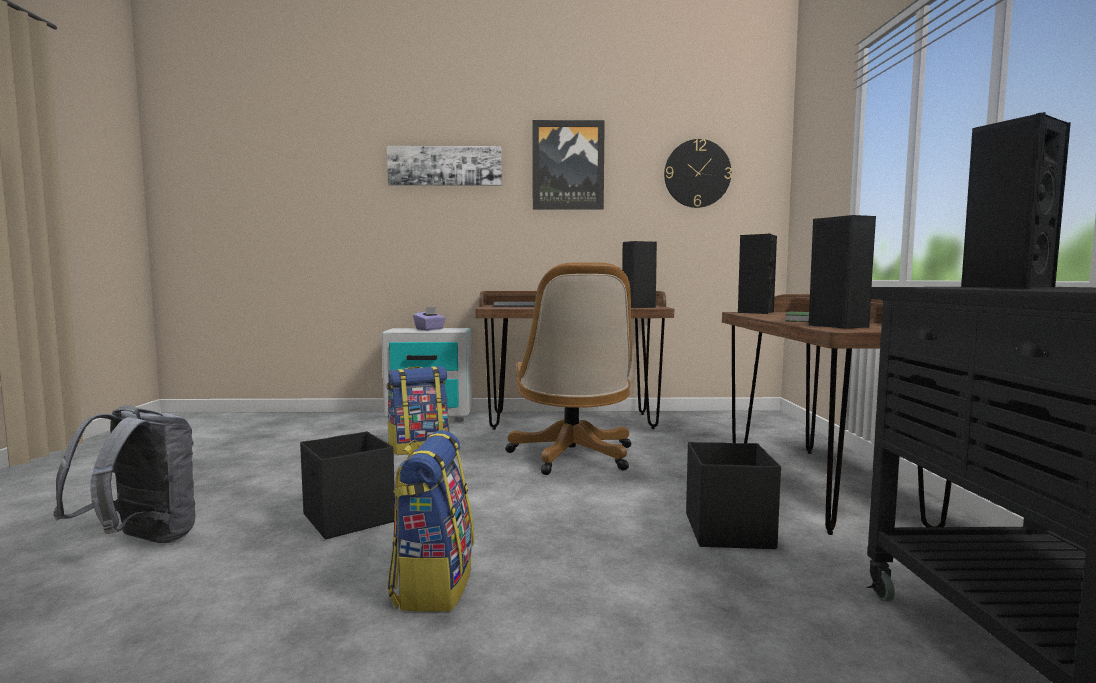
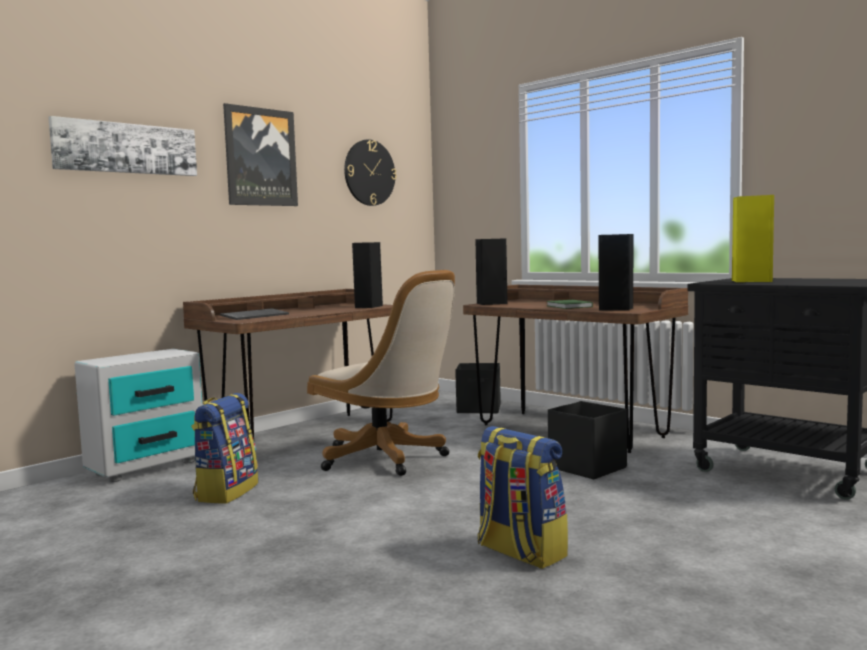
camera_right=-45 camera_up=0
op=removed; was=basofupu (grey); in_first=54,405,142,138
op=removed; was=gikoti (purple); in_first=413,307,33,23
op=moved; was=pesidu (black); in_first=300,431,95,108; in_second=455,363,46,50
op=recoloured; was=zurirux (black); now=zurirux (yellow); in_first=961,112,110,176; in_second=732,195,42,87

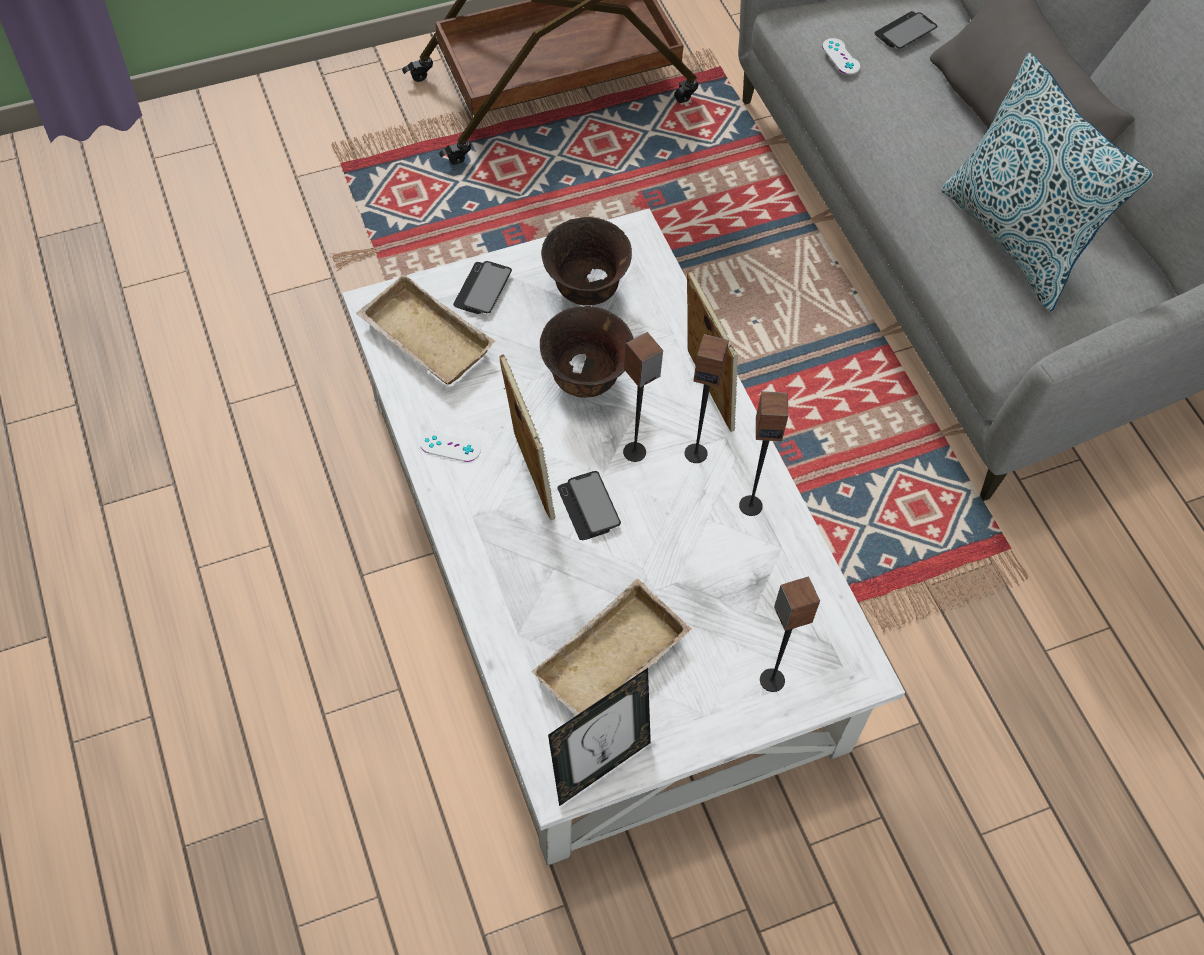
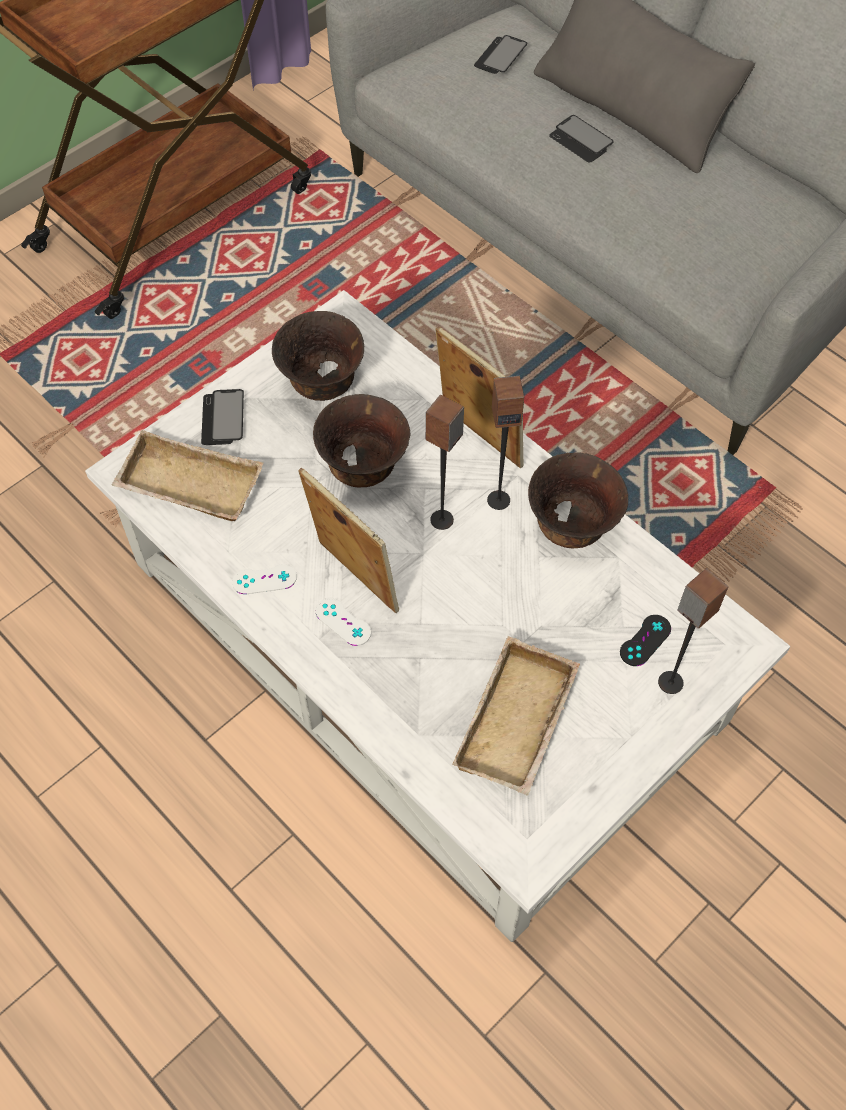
camera_right=-20 camera_up=0
op=removed; was=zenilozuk; in_first=548,668,103,138
op=removed; was=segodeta; in_first=941,53,213,258
op=added; now=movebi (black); in_second=620,615,51,51
op=moved; was=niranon; in_first=557,471,64,69; in_second=549,115,65,47
op=moved; was=movebi (white); in_first=822,38,38,37; in_second=316,598,55,48
op=replaced; was=zurirux; now=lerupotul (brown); in_first=739,391,49,125; in_second=528,452,100,97

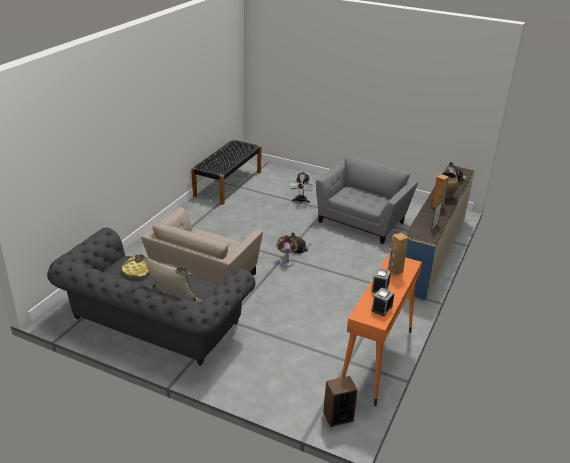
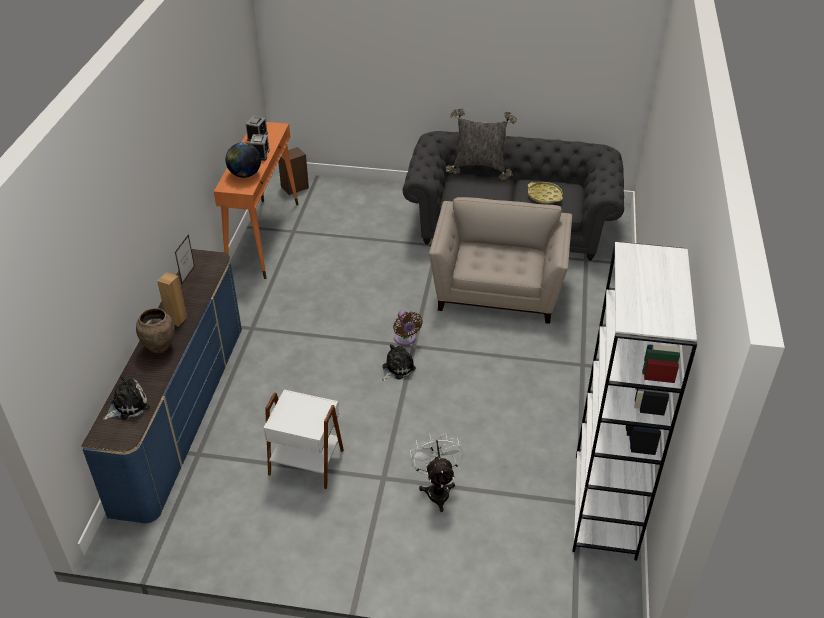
camera_right=165 camera_up=10
op=replaced; was=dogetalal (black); now=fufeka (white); in_first=191,139,71,66; in_second=572,241,125,320
op=replaced; was=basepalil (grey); now=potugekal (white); in_first=316,157,102,87; in_second=263,390,81,99
op=replaced; was=zurirux (brown); now=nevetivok; in_first=388,233,20,42; in_second=226,142,35,36

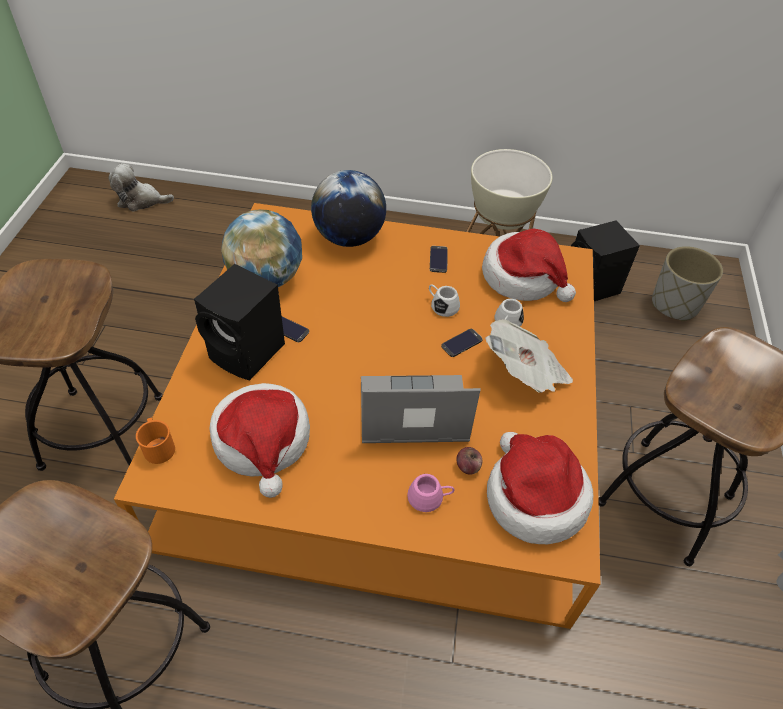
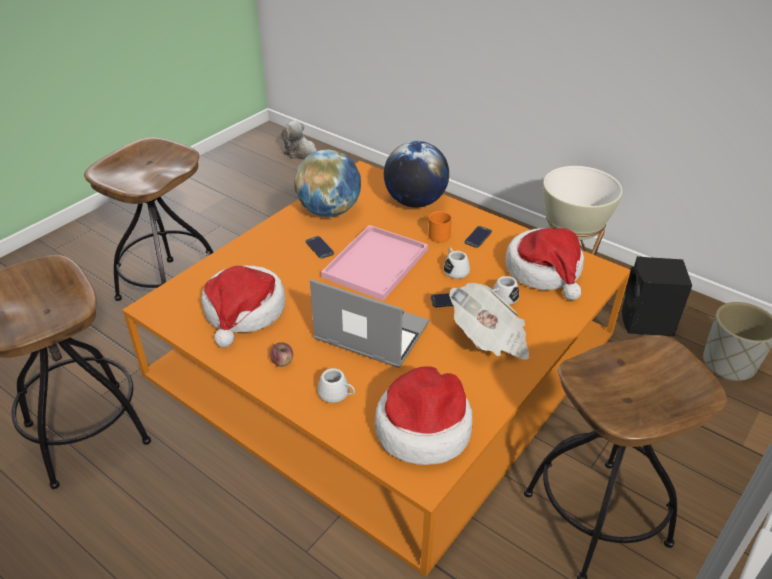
camera_right=30 camera_up=-10
op=removed; was=zurirux (black); in_first=194,264,91,116
op=added; now=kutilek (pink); in_second=321,225,107,76
op=moved; was=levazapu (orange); in_first=136,417,39,47; in_second=428,211,24,32
op=moved; was=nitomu; in_first=456,447,26,28; in_second=270,342,23,25
op=recoloured; was=levazapu (pink); now=levazapu (white); in_first=407,474,48,38; in_second=317,368,38,35

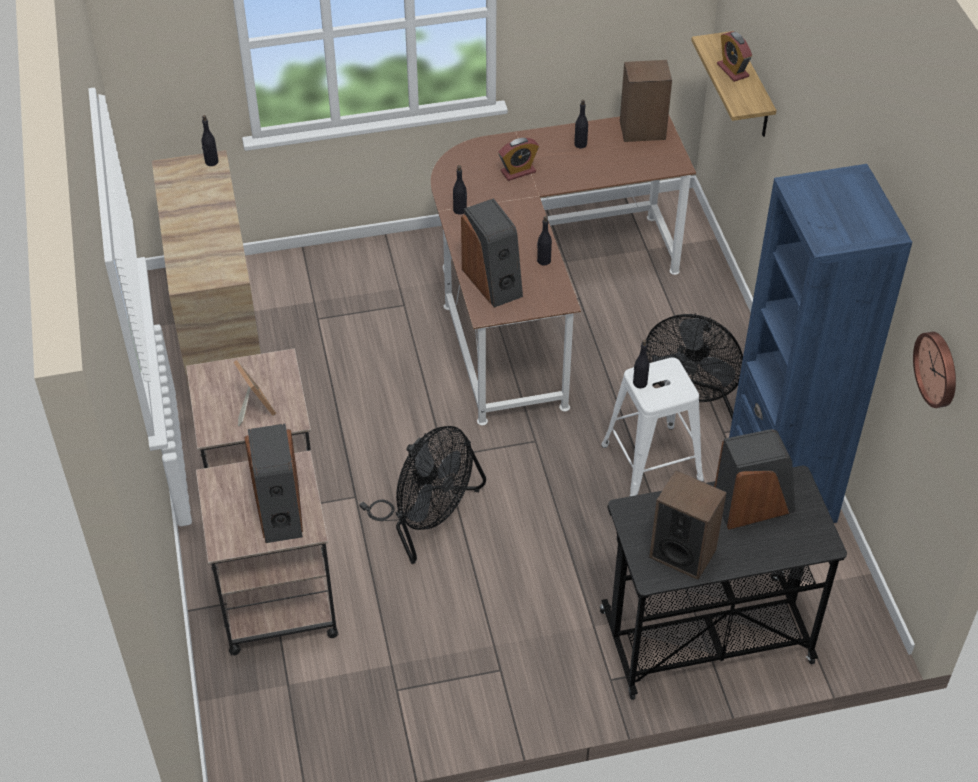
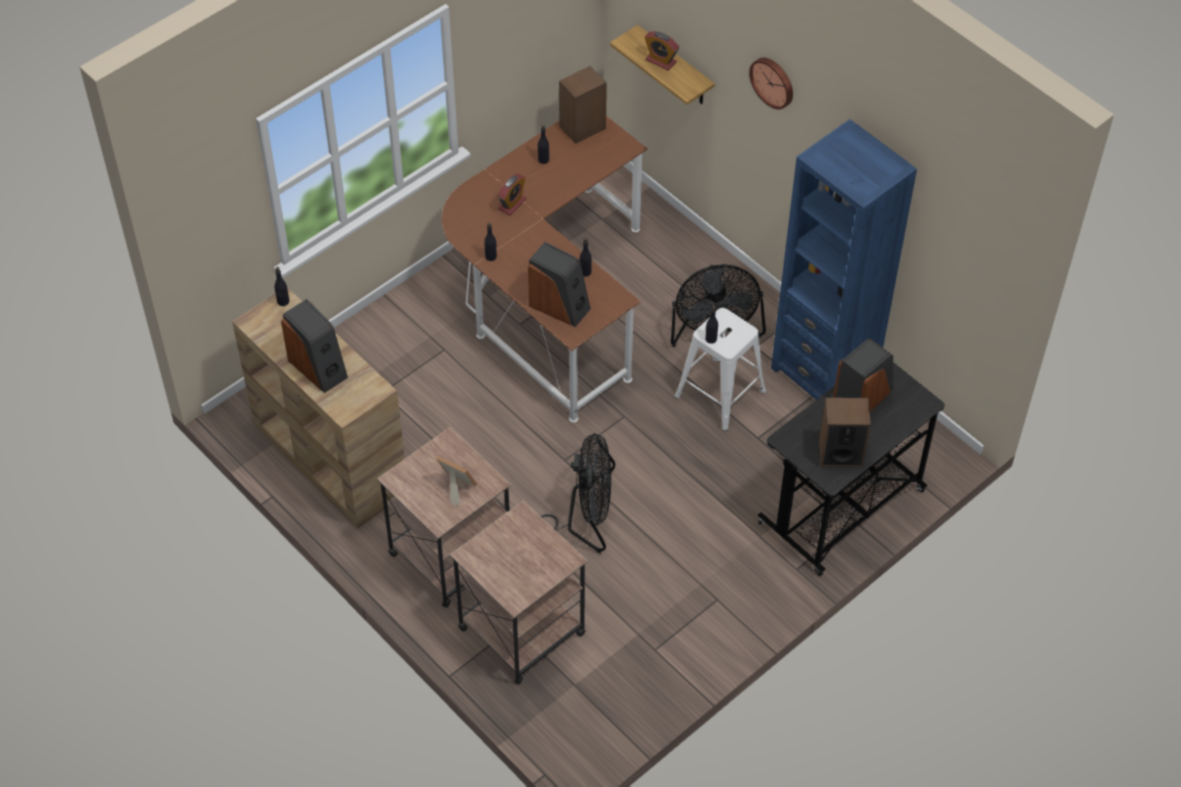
camera_right=-30 camera_up=5
op=moved; was=zurirux; in_first=244,424,59,119; in_second=281,299,67,94
op=moved; was=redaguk; in_first=913,332,43,76; in_second=749,58,44,51

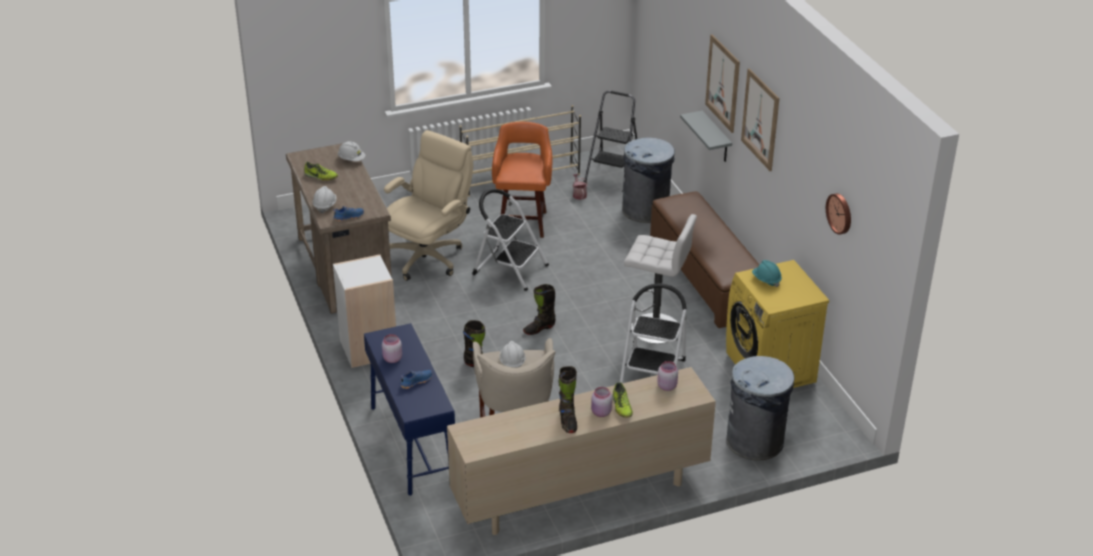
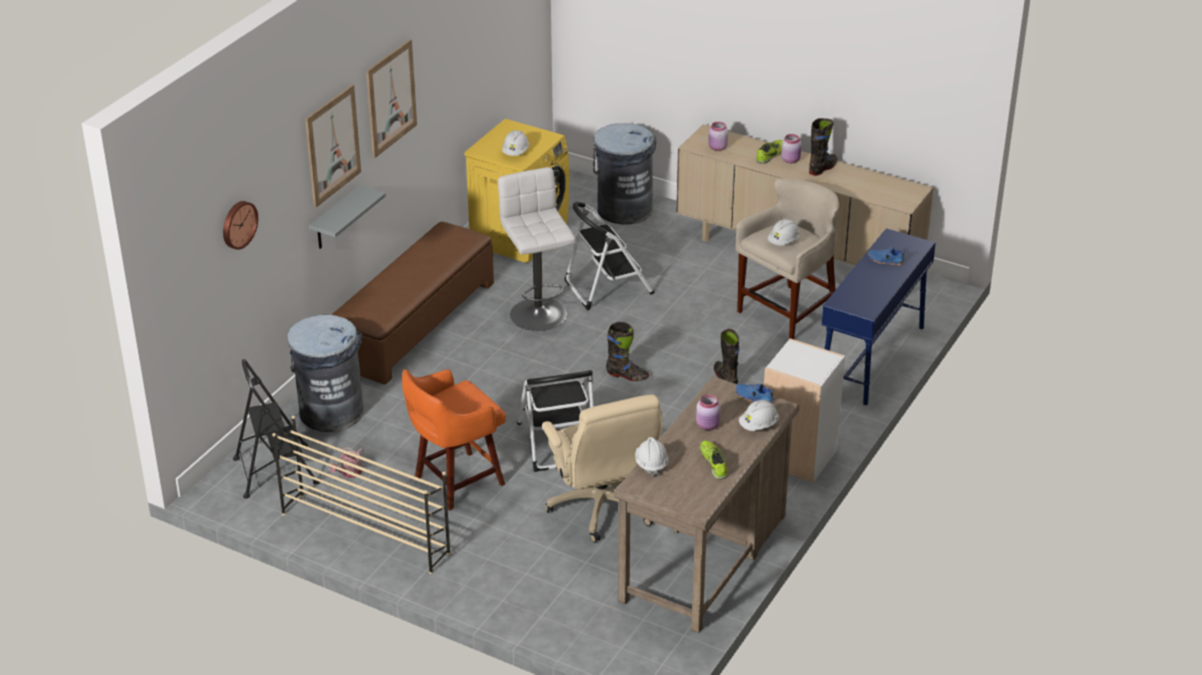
camera_right=-130 camera_up=0
op=moved; was=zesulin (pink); in_first=382,334,20,29; in_second=696,395,25,35
op=moved; was=redaguk; in_first=826,193,25,42; in_second=223,201,35,49
op=recoloured; was=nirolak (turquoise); now=nirolak (white); in_first=752,260,30,27; in_second=502,130,27,26
op=turned; was=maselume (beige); in_first=384,130,89,151; in_second=542,395,121,148; clockwise=-105

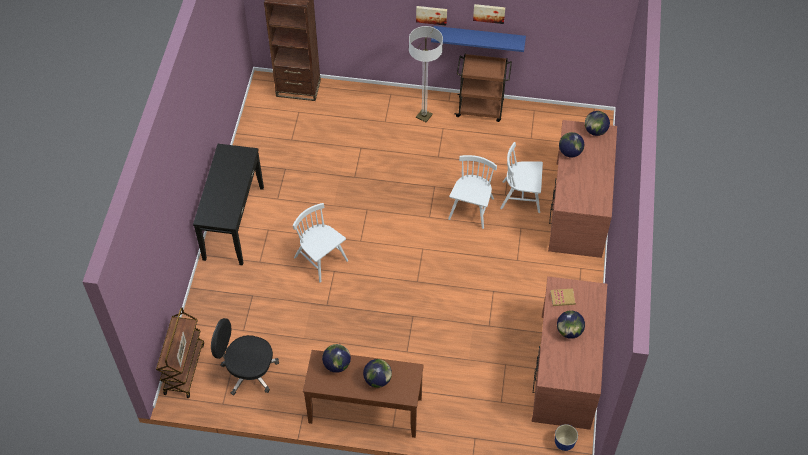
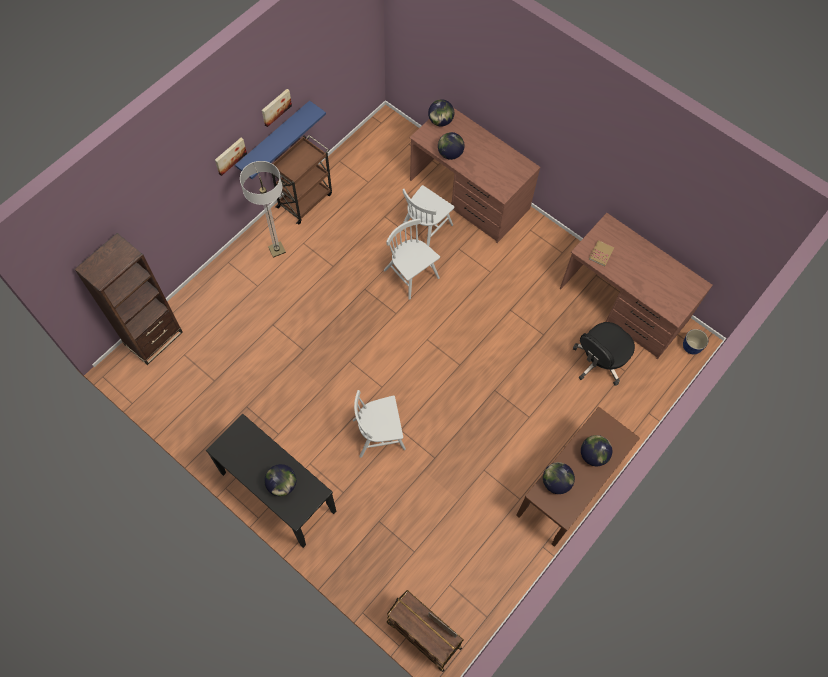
camera_right=-60 camera_up=10
op=moved; was=maselume (black); in_first=211,318,68,77; in_second=573,322,62,64
op=moved; was=nevetivok; in_first=557,311,28,28; in_second=264,464,33,32

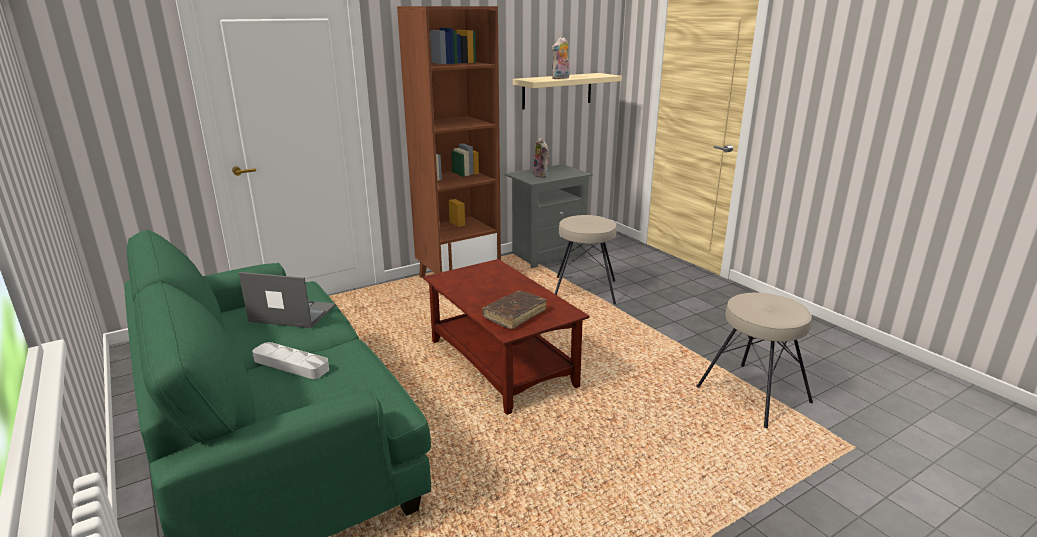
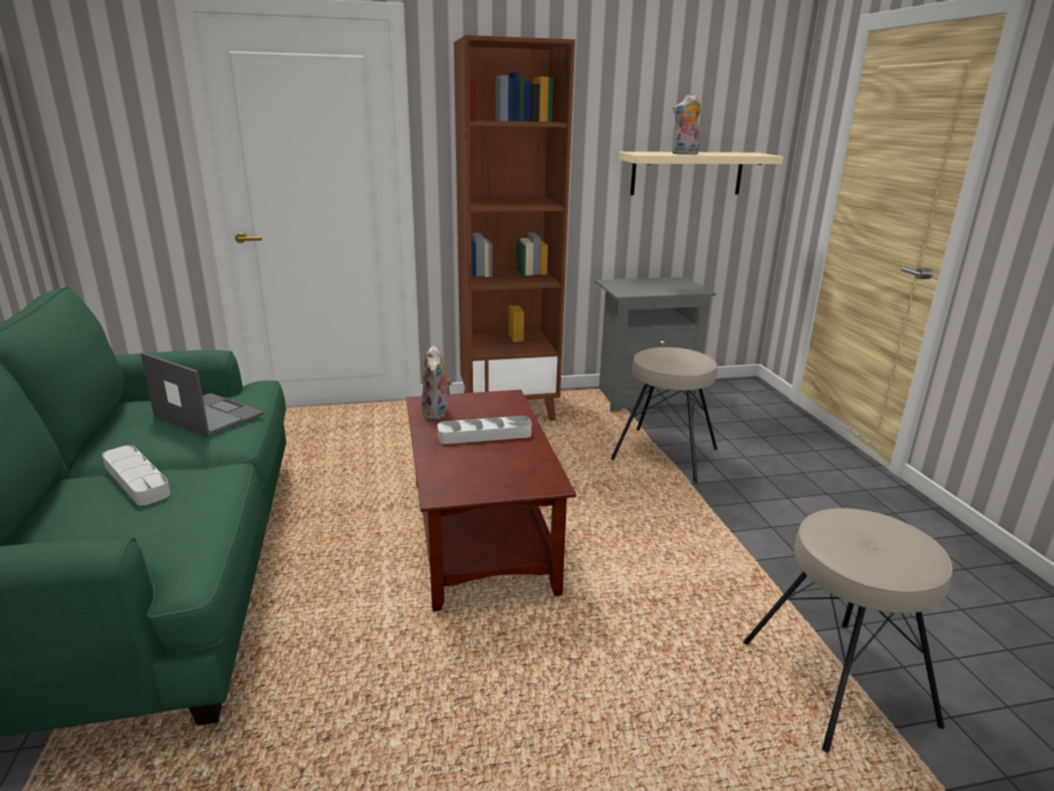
camera_right=20 camera_up=0
op=removed; was=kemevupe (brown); in_first=482,291,65,39
op=added; now=kutilek (grey); in_second=438,416,94,28
op=moved; was=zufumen; in_first=533,138,16,40; in_second=421,345,31,75

